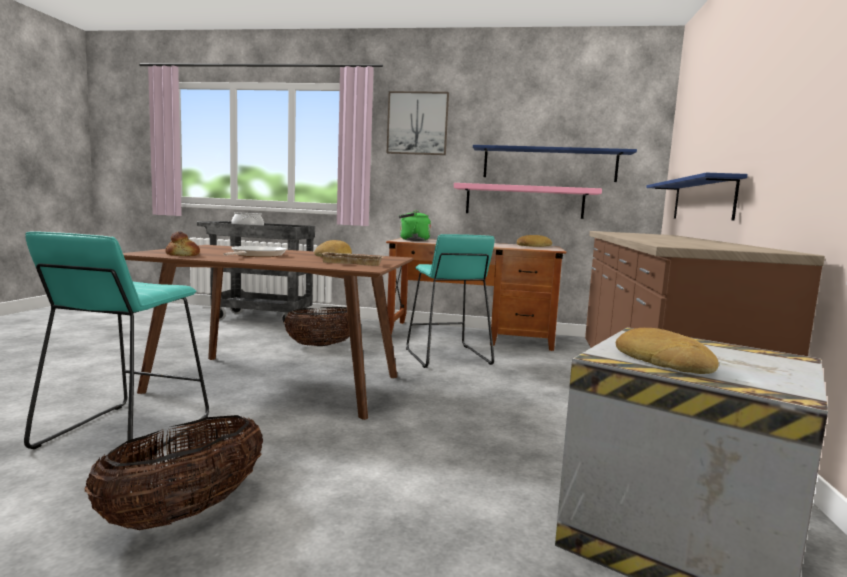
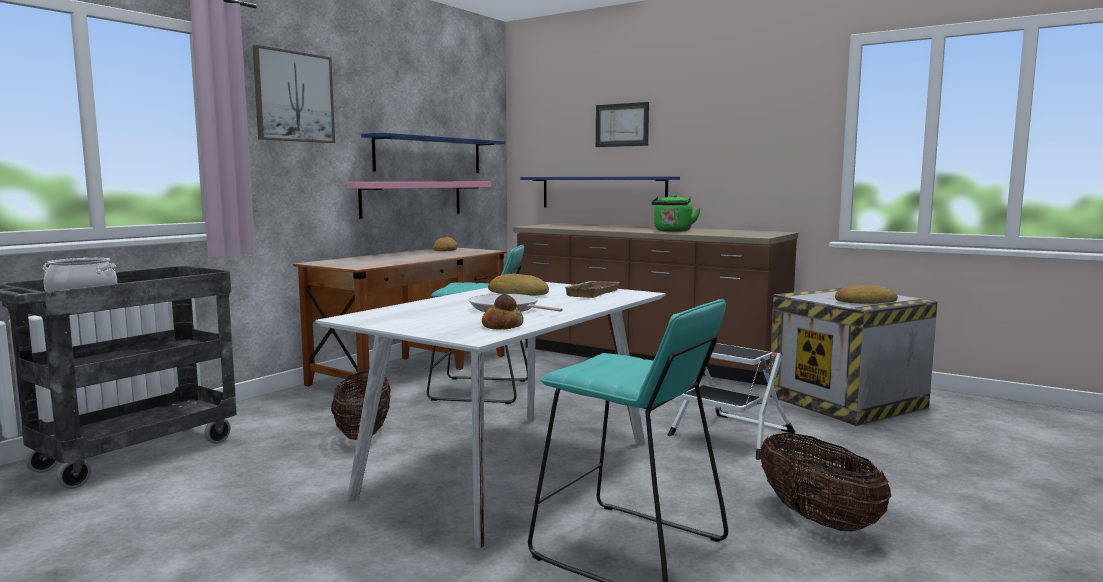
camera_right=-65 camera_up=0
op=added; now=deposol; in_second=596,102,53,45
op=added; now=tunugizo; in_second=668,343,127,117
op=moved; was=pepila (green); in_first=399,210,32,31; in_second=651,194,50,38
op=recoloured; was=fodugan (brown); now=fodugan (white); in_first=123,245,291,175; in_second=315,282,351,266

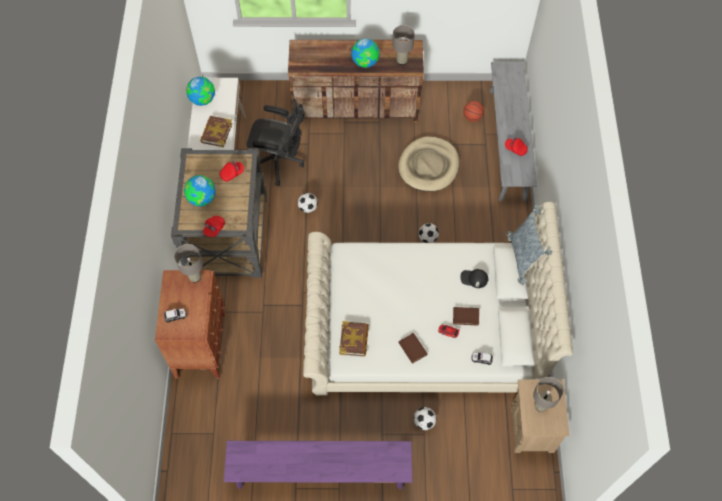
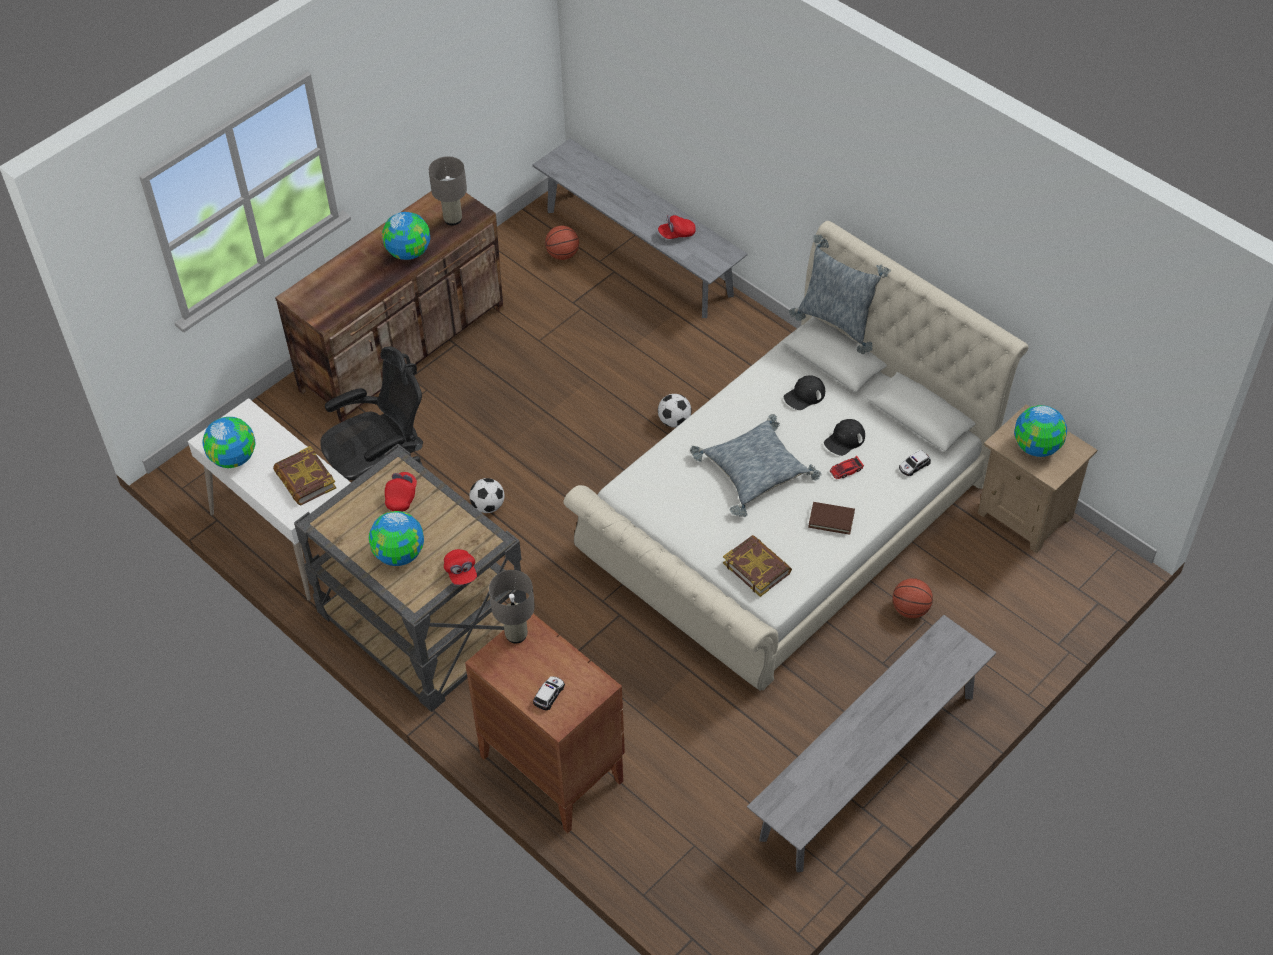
camera_right=-45 camera_up=-10
op=removed; was=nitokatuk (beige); in_first=398,136,61,56
op=added; now=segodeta; in_second=690,414,131,103
op=replaced; was=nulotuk; now=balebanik; in_first=414,407,22,23; in_second=893,578,40,40
op=replaced; was=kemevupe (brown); now=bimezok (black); in_first=453,307,26,19; in_second=824,419,41,37
op=replaced; was=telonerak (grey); now=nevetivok; in_first=533,377,30,35; in_second=1014,405,53,52
op=recoloured; was=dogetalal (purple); now=dogetalal (grey); in_first=224,441,188,49; in_second=747,615,249,257

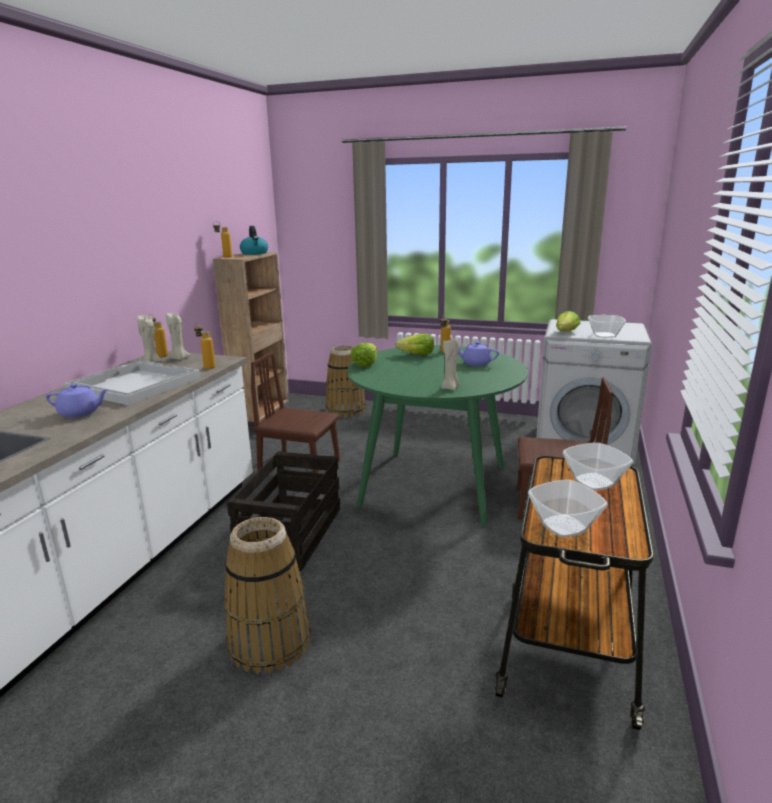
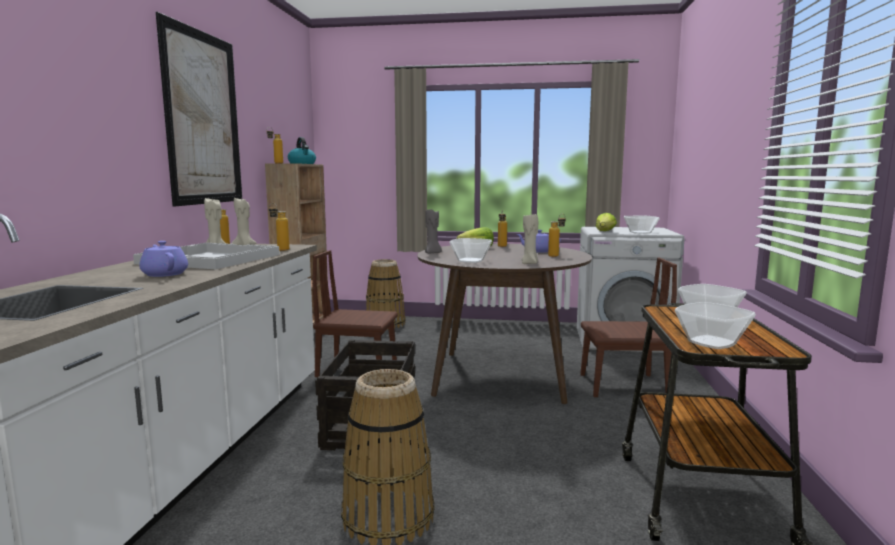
camera_right=-10 camera_up=-10
op=added; now=deposol; in_second=156,12,86,195
op=added; now=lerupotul; in_second=450,238,42,25
op=added; now=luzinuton; in_second=548,214,18,43
op=replaced; was=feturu; now=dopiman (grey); in_first=350,343,27,24; in_second=425,209,17,44
op=recoloured; was=fodugan (green); now=fodugan (brown); in_first=347,345,181,181; in_second=417,244,175,160
op=turned; was=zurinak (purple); in_first=46,383,62,35; in_second=139,241,49,36; clockwise=-120

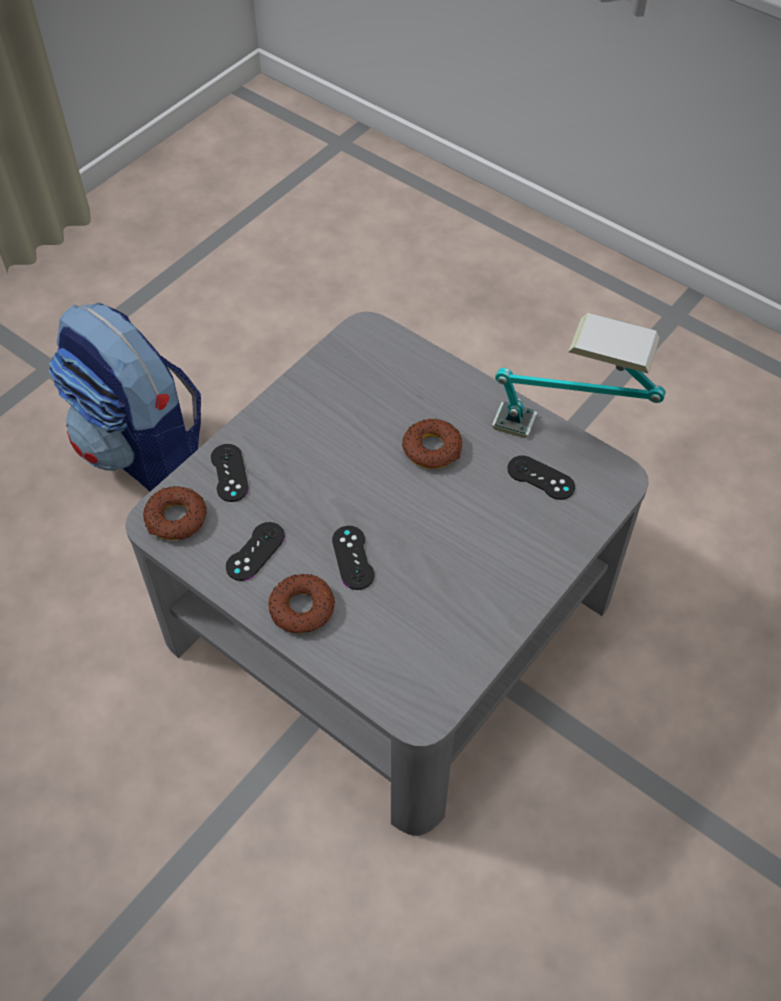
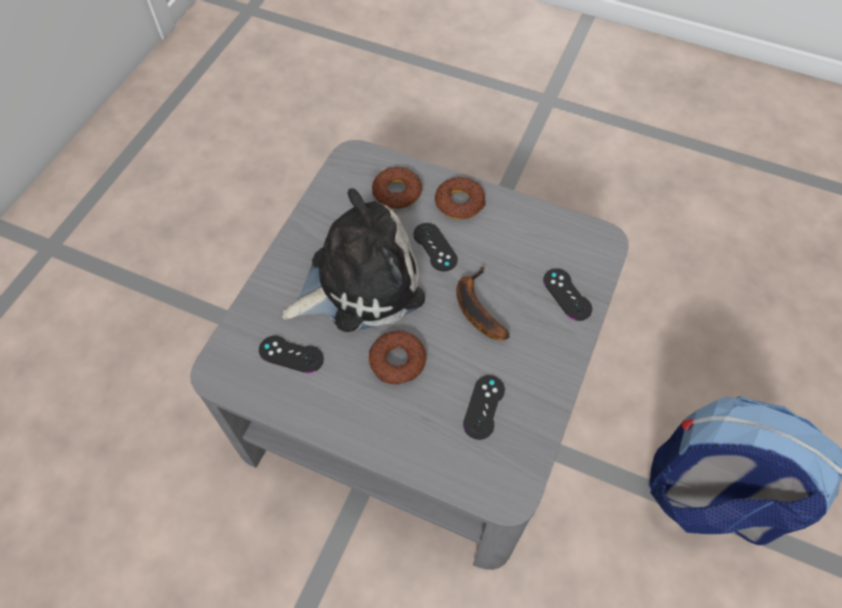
camera_right=165 camera_up=5
op=removed; was=telonerak; in_first=492,313,174,125
op=added; now=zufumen; in_second=282,188,143,144
op=added; now=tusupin; in_second=456,266,54,74
op=moved; was=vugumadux; in_first=143,486,64,54; in_second=372,167,50,42
op=moved; was=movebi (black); in_first=226,522,59,59; in_second=463,375,42,65

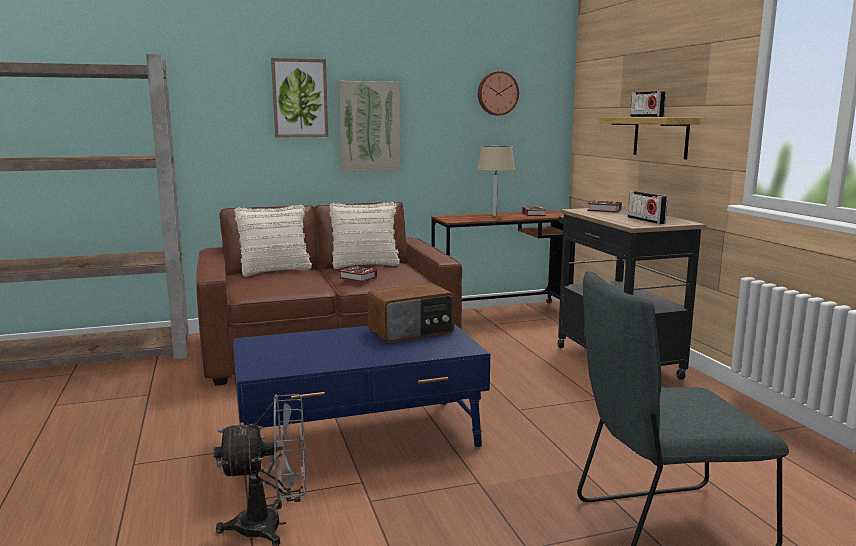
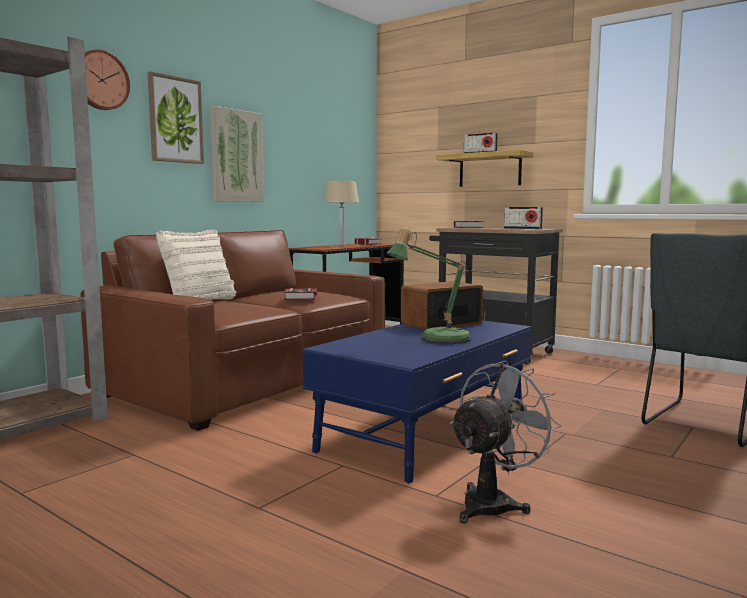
camera_right=-35 camera_up=-5
op=removed; was=segodeta (beige); in_first=329,202,71,67
op=added; now=telonerak; in_second=387,227,84,117
op=moved; was=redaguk; in_first=478,71,41,45; in_second=85,49,45,61
op=turned; was=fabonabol; in_first=368,283,86,60; in_second=401,281,82,49; clockwise=-150

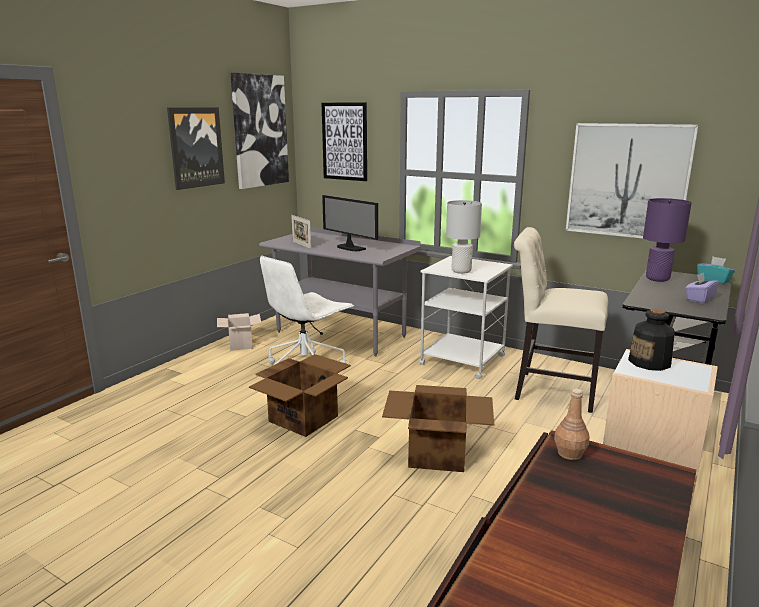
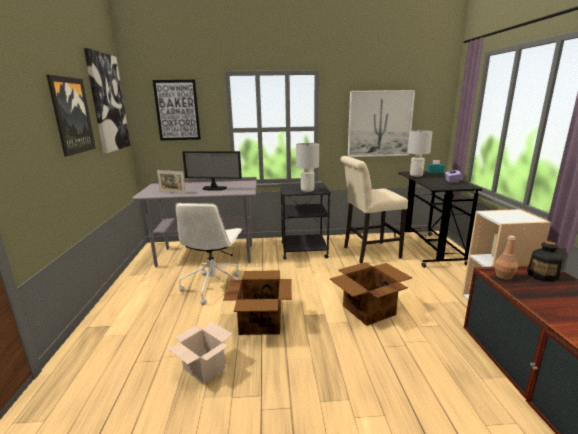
camera_right=-35 camera_up=0
op=moved; was=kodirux; in_first=217,313,44,38; in_second=167,322,65,62
op=moved; was=luzinuton; in_first=628,309,47,62; in_second=527,241,36,41
op=recoloured; was=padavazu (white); now=padavazu (black); in_first=420,256,93,123; in_second=280,182,51,78
op=recoloured; was=telonerak (purple); now=telonerak (grey); in_first=643,198,49,84; in_second=407,130,26,47

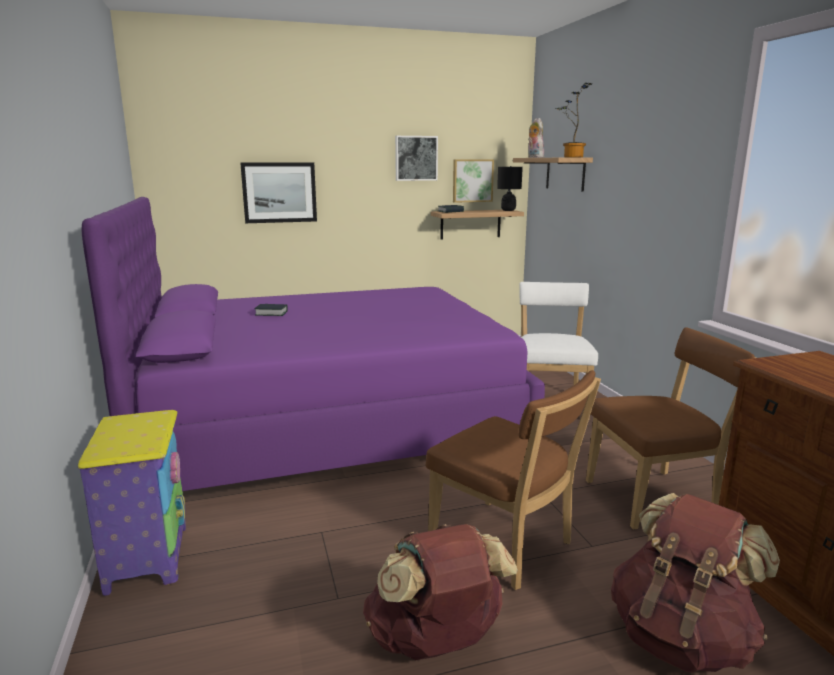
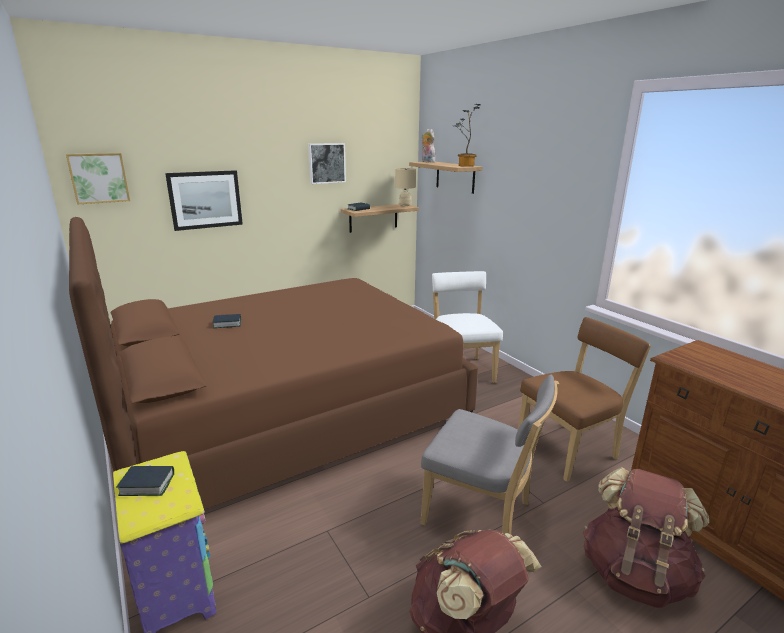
camera_right=-15 camera_up=5
op=added; now=kemevupe; in_second=116,466,58,30
op=moved; was=deposol; in_first=453,159,41,44; in_second=66,153,64,52
op=recoloured; was=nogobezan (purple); now=nogobezan (brown); in_first=82,197,463,294; in_second=69,217,409,293
op=recoloured; was=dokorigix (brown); now=dokorigix (grey); in_first=425,370,176,220; in_second=420,375,139,159
op=recoloured; was=telonerak (black); now=telonerak (beige); in_first=497,166,26,45; in_second=395,168,21,38

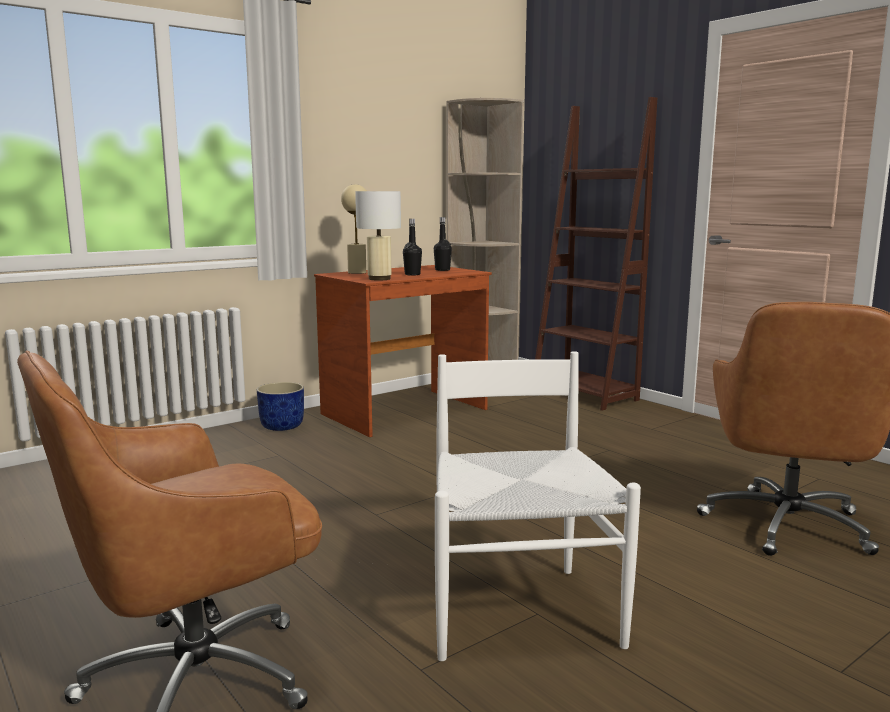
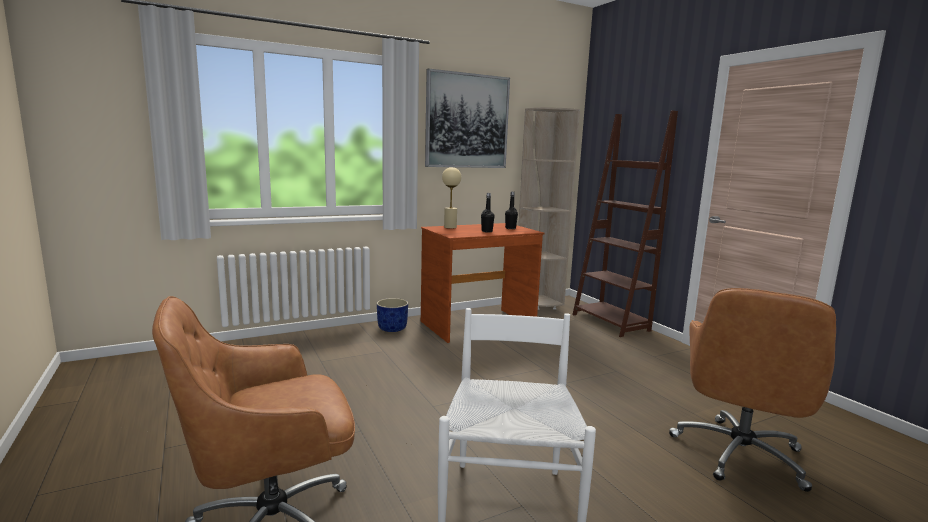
camera_right=10 camera_up=0
op=removed; was=telonerak (white); in_first=355,191,46,90
op=added; now=deposol; in_second=425,69,85,99

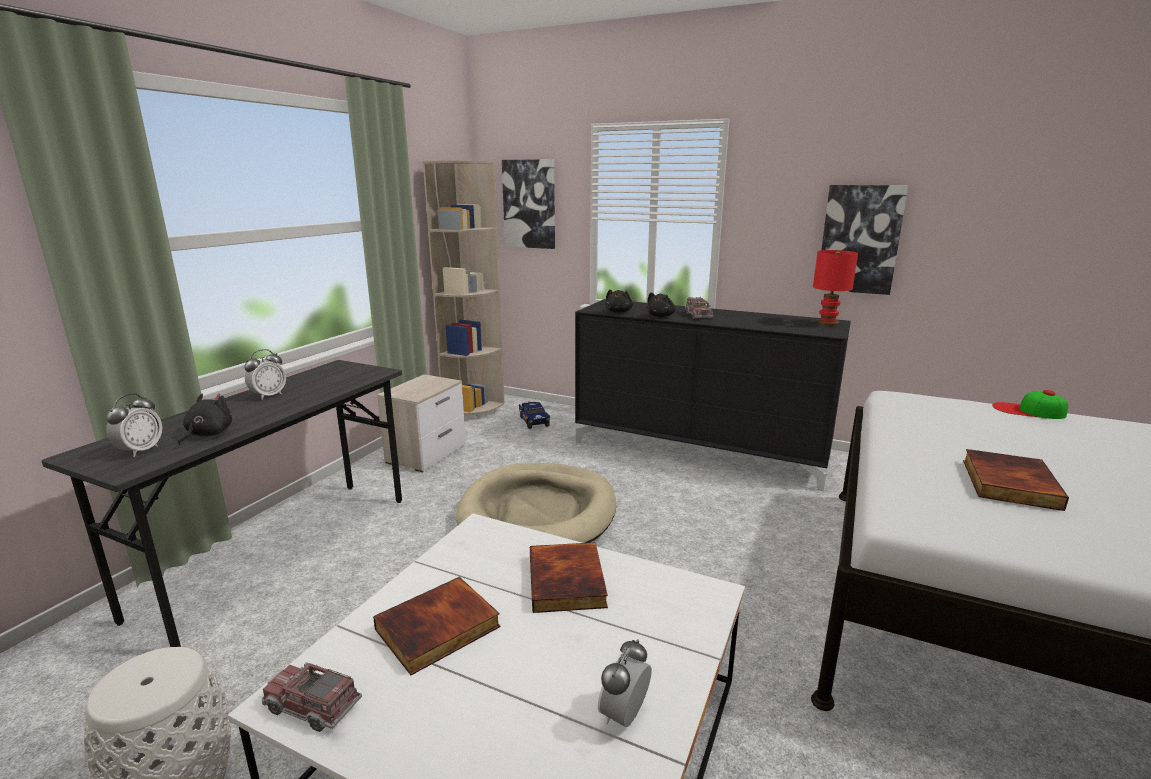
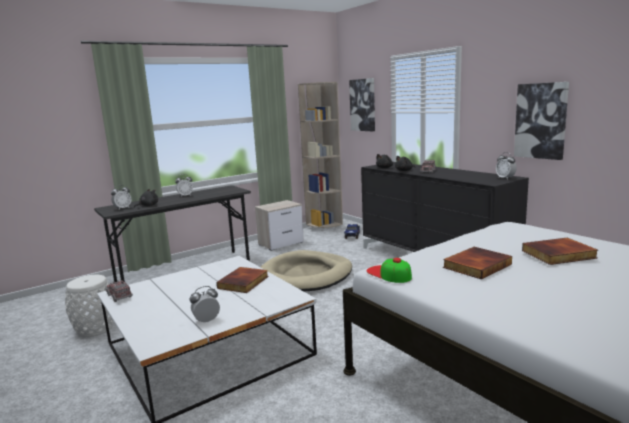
camera_right=30 camera_up=-5
op=moved; was=kemevupe; in_first=373,577,127,98; in_second=522,238,76,27
op=moved; was=bimezok; in_first=992,390,76,29; in_second=367,258,45,25
op=replaced; was=telonerak (red); now=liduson; in_first=813,250,45,76; in_second=496,152,21,28

